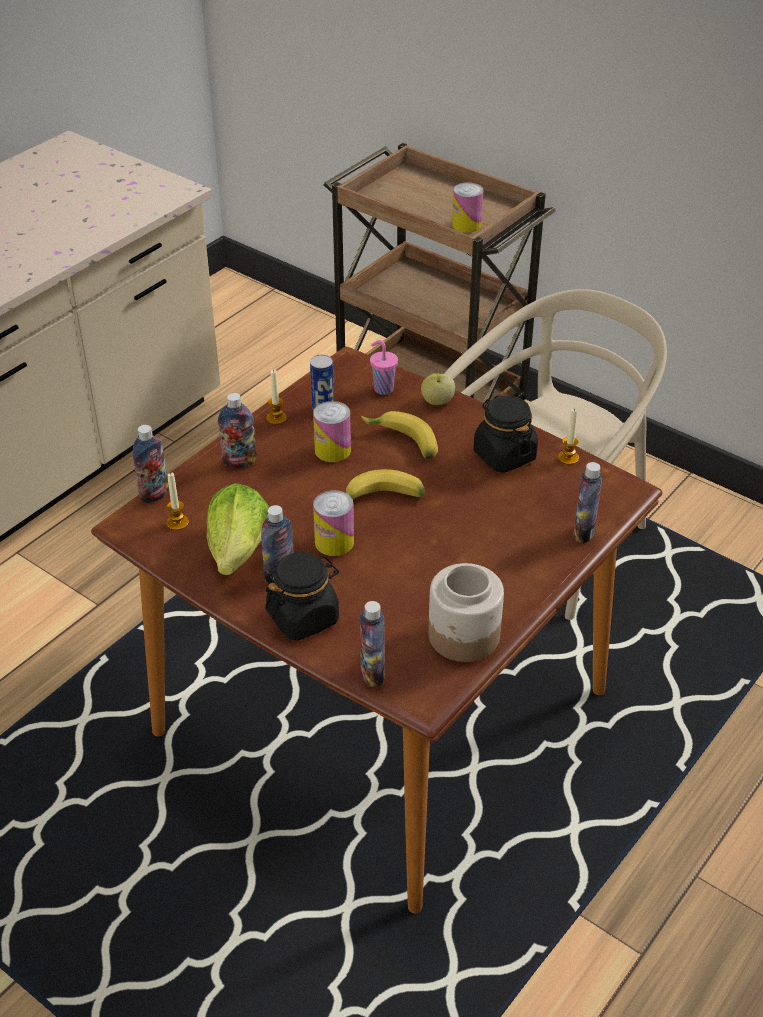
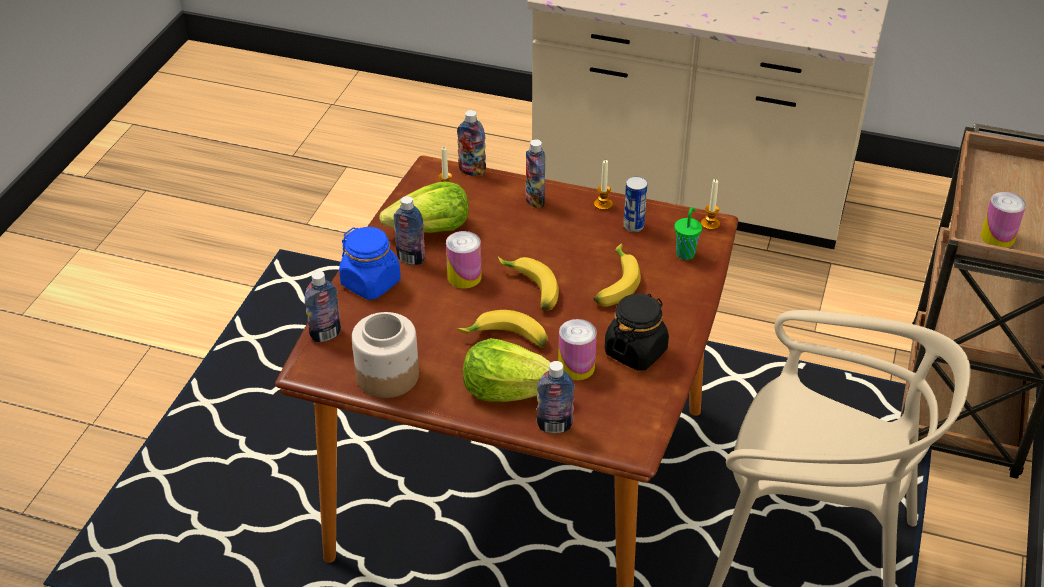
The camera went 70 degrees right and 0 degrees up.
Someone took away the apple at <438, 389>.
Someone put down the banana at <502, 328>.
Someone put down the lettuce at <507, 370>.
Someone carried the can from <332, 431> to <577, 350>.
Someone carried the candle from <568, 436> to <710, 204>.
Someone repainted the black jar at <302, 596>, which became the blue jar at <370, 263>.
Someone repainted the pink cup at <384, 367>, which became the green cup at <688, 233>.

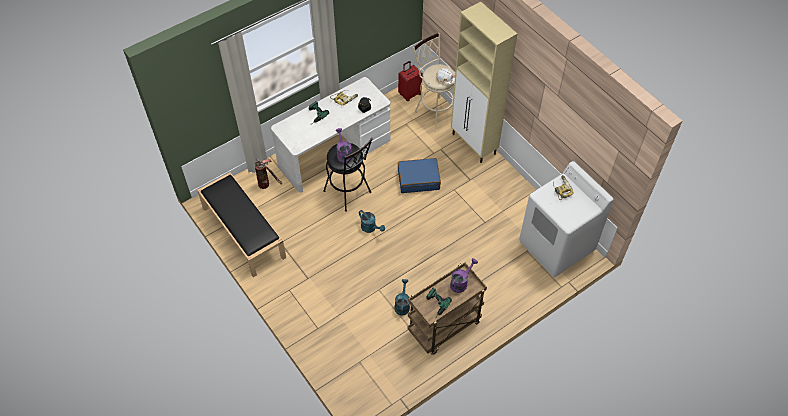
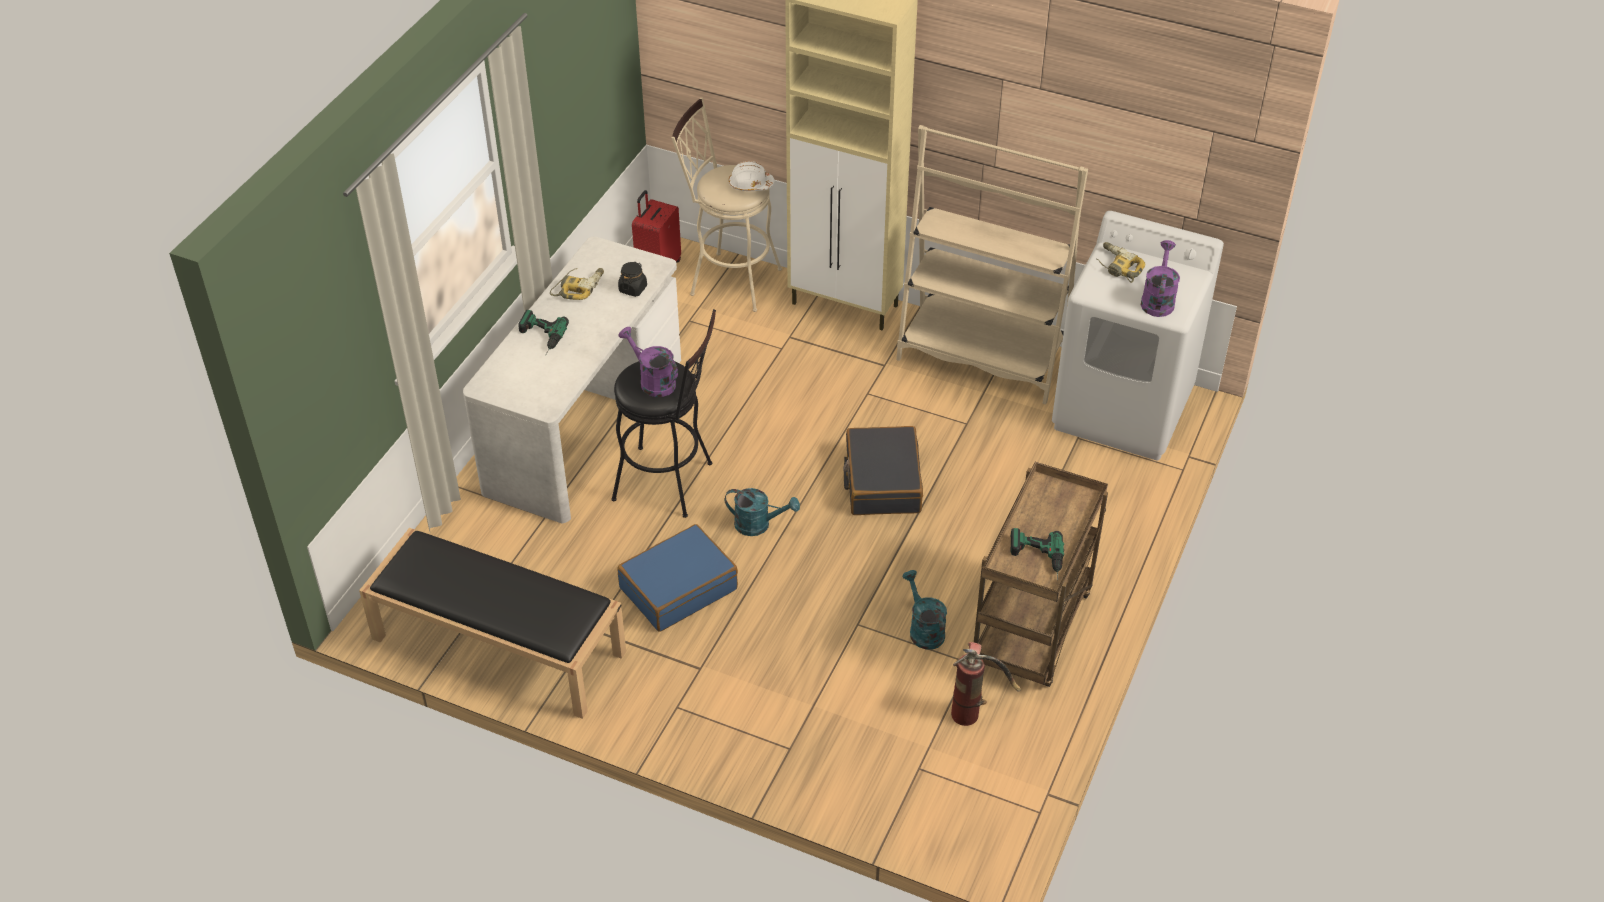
The camera went 30 degrees left and 10 degrees down.
Someone put down the black suitcase at <883, 470>.
Someone put down the beige bookcase at <992, 265>.
Someone carried the fire extinguisher from <268, 173> to <986, 684>.
Someone carried the blue suitcase from <419, 175> to <677, 578>.
Someone carried the purple watering can from <464, 275> to <1160, 278>.

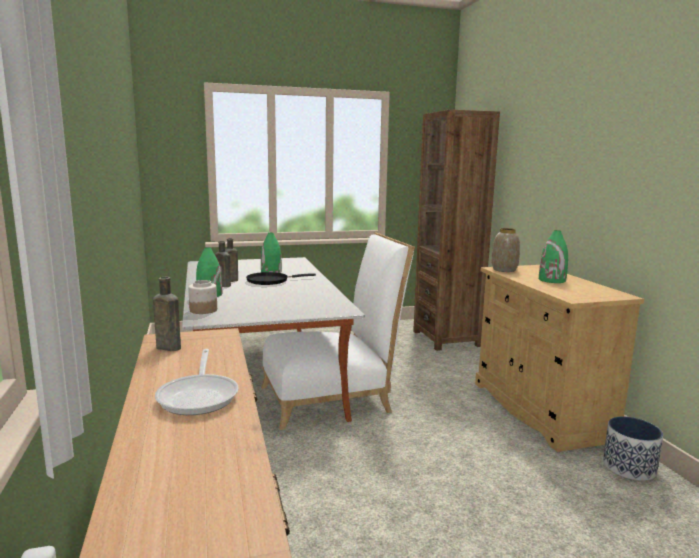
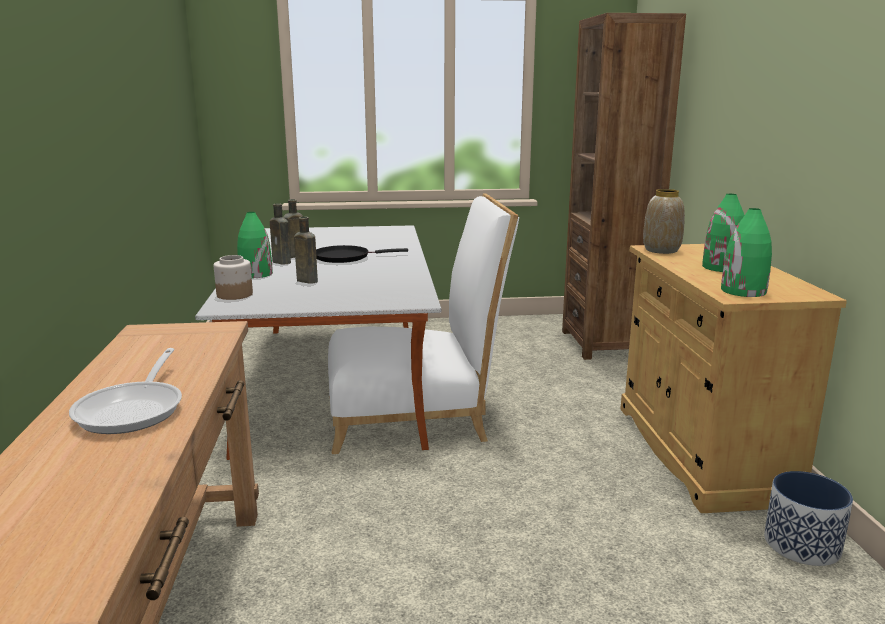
The camera went 10 degrees right and 5 degrees up.
Someone carried the brown bottle from <167, 314> to <306, 250>.
Someone carried the green vase from <271, 253> to <746, 252>.

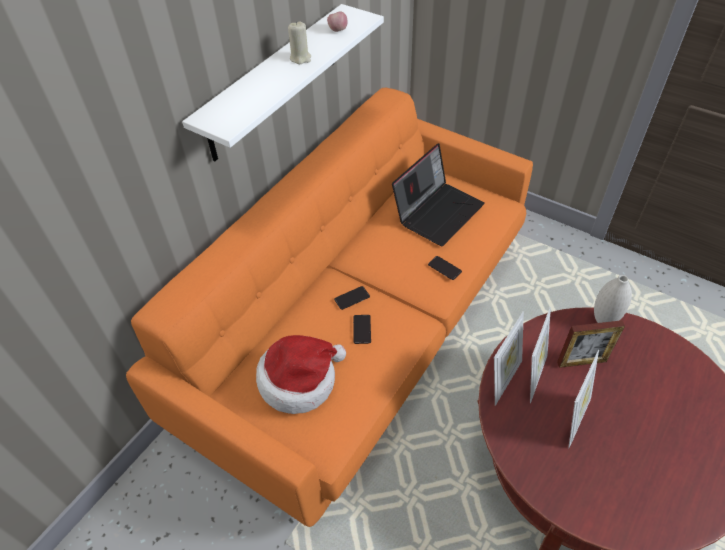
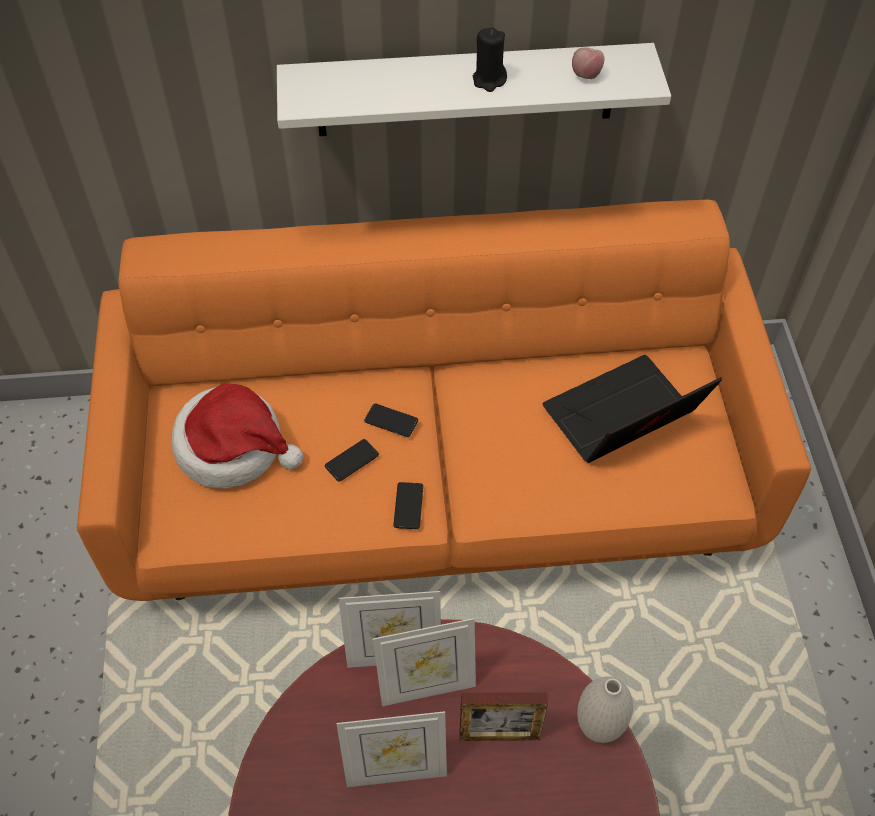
The camera went 50 degrees right and 5 degrees up.
Someone carried the phone from <445, 268> to <408, 505>.
Someone repainted the beige candle at <299, 42>, which became the black candle at <490, 60>.
Someone rotated the laptop at <438, 194> by 150 degrees clockwise.
Someone rotated the picture frame at <591, 344> by 45 degrees counterclockwise.

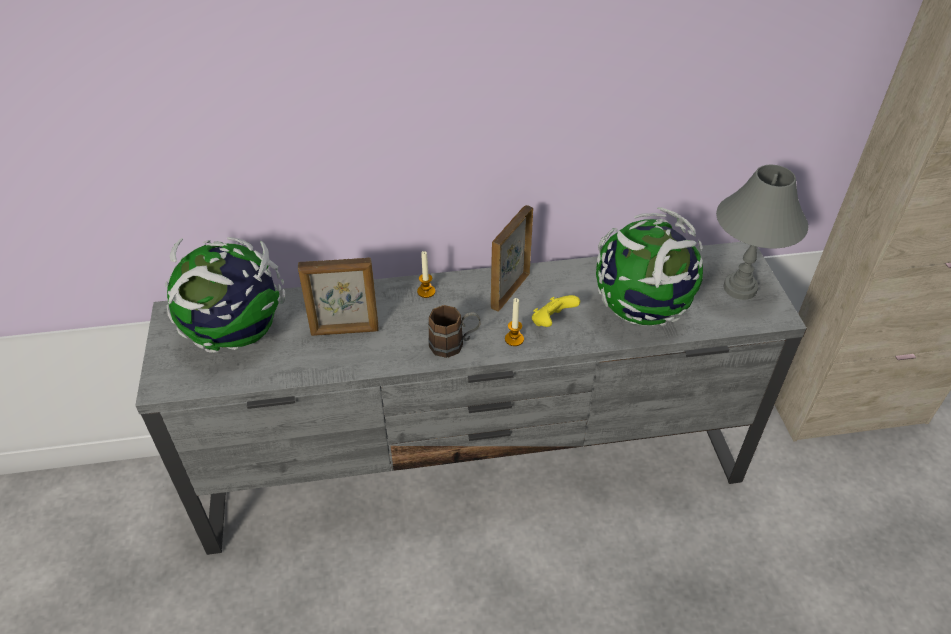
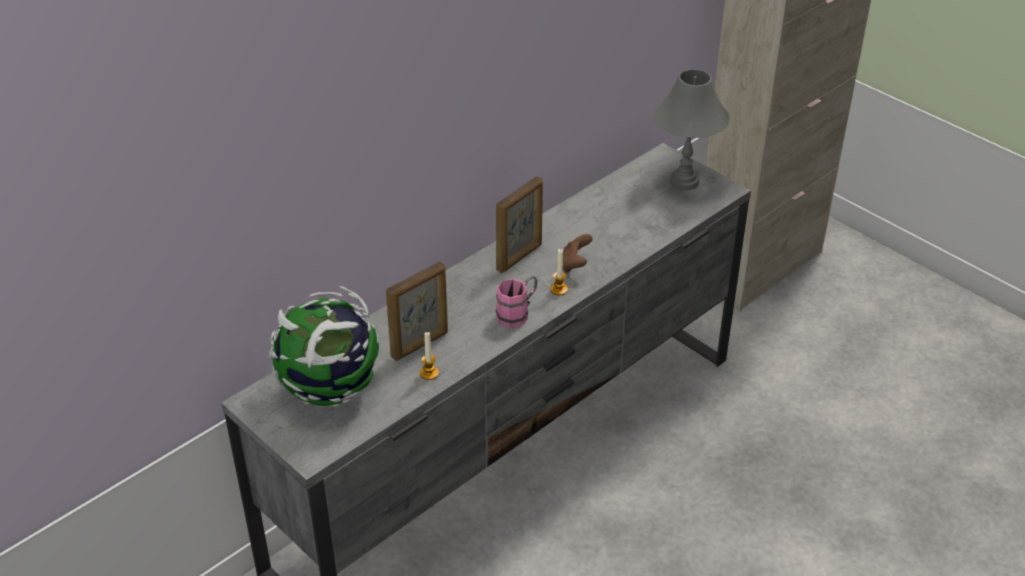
The camera went 35 degrees left and 5 degrees down.
Someone took away the globe at <649, 266>.
Someone carried the candle from <426, 274> to <429, 356>.
Someone repainted the brown mug at <454, 331>, which became the pink mug at <516, 302>.
Someone repainted the yellow game controller at <556, 311>, which became the brown game controller at <578, 253>.
Someone rotated the picture frame at <512, 258> by 135 degrees counterclockwise.

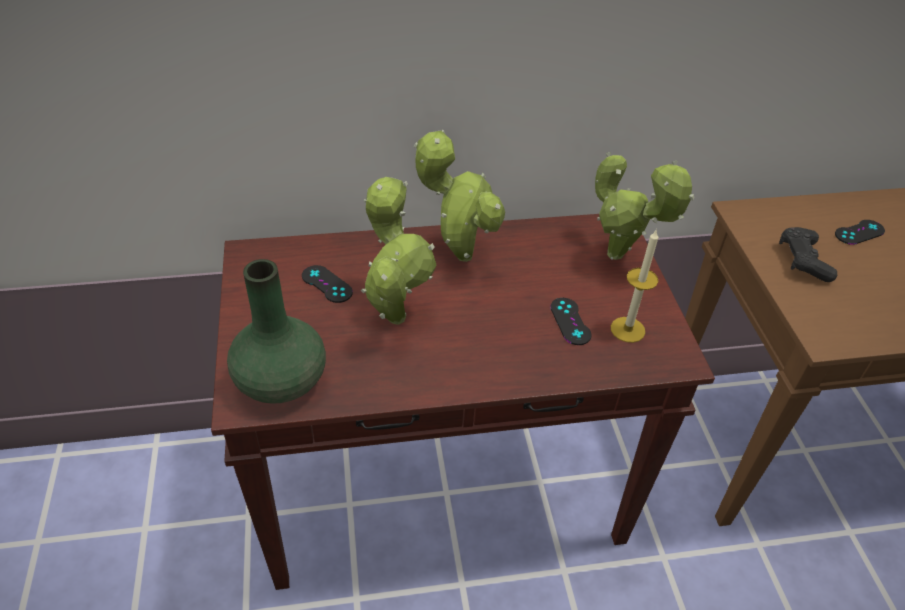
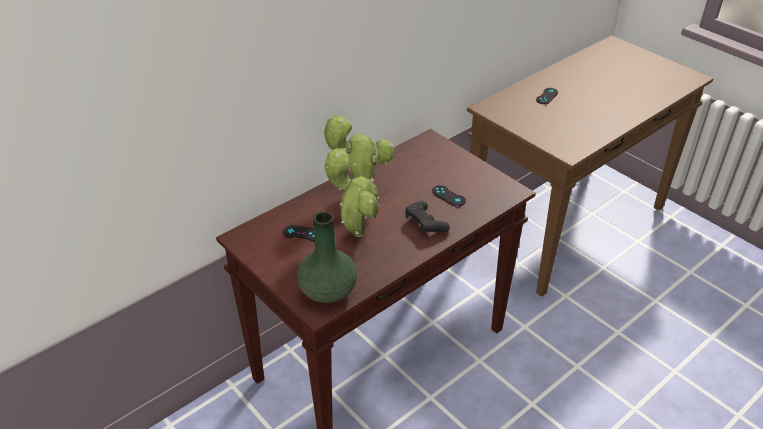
The camera went 30 degrees left and 5 degrees down.
Someone took away the potted plant at <644, 206>.
Someone took away the candle at <635, 286>.
Someone carried the black game controller from <808, 254> to <427, 217>.

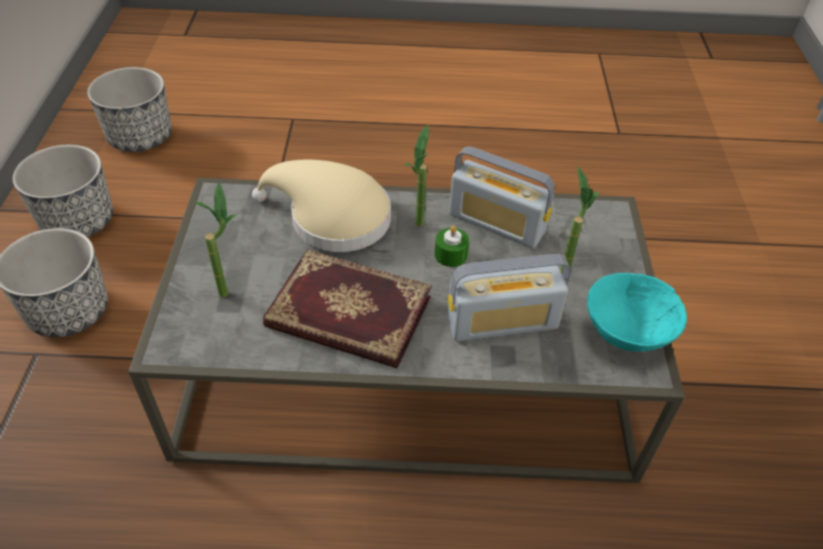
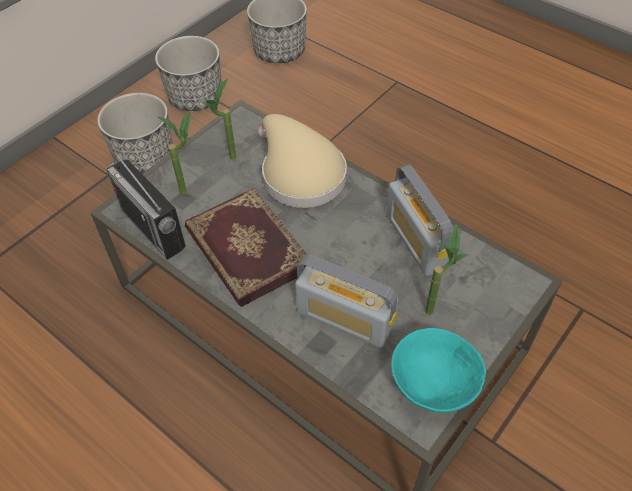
The camera went 40 degrees right and 5 degrees up.
Someone took away the green candle at <452, 246>.
Someone put down the radio at <146, 204>.
Someone carried the potted plant from <416, 176> to <219, 119>.

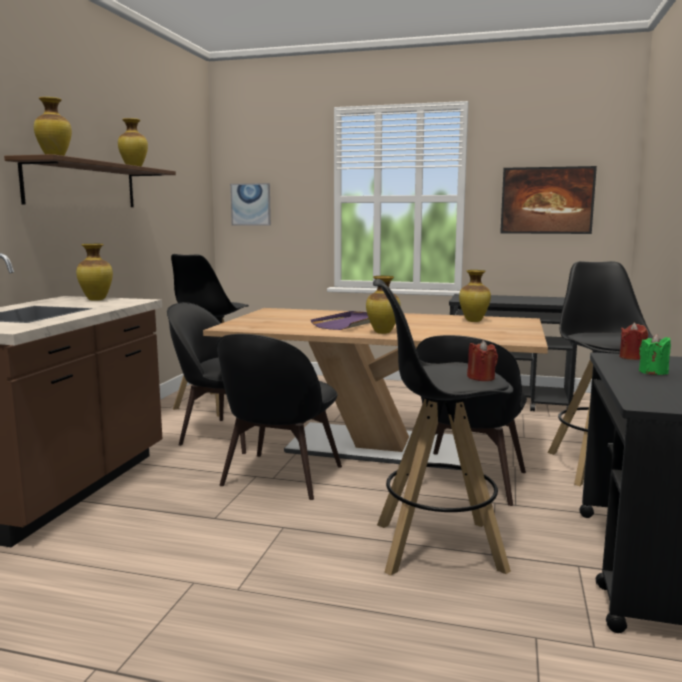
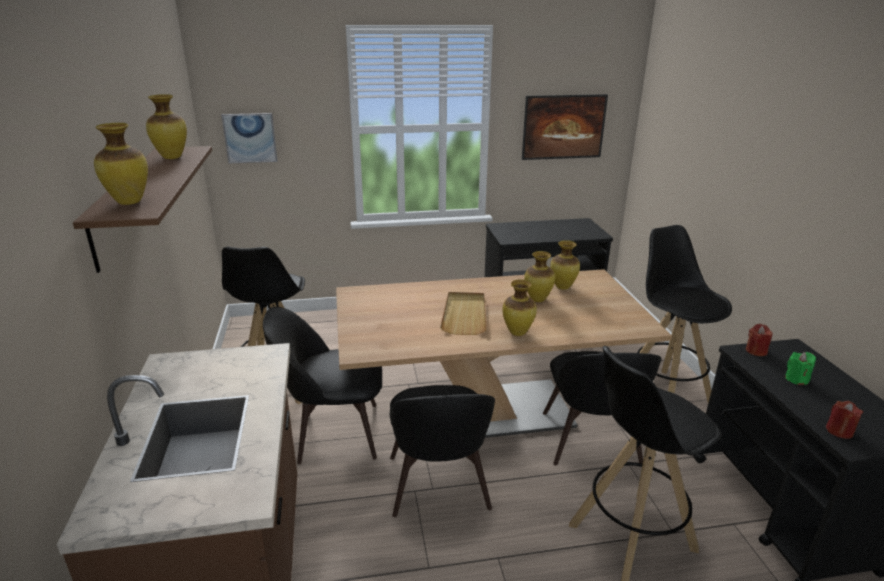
The camera went 25 degrees left and 15 degrees up.
Someone carried the vase from <94, 272> to <539, 276>.
Someone carried the red candle from <482, 360> to <844, 420>.
Someone repainted the purple tray at <340, 320>, which became the beige tray at <463, 313>.

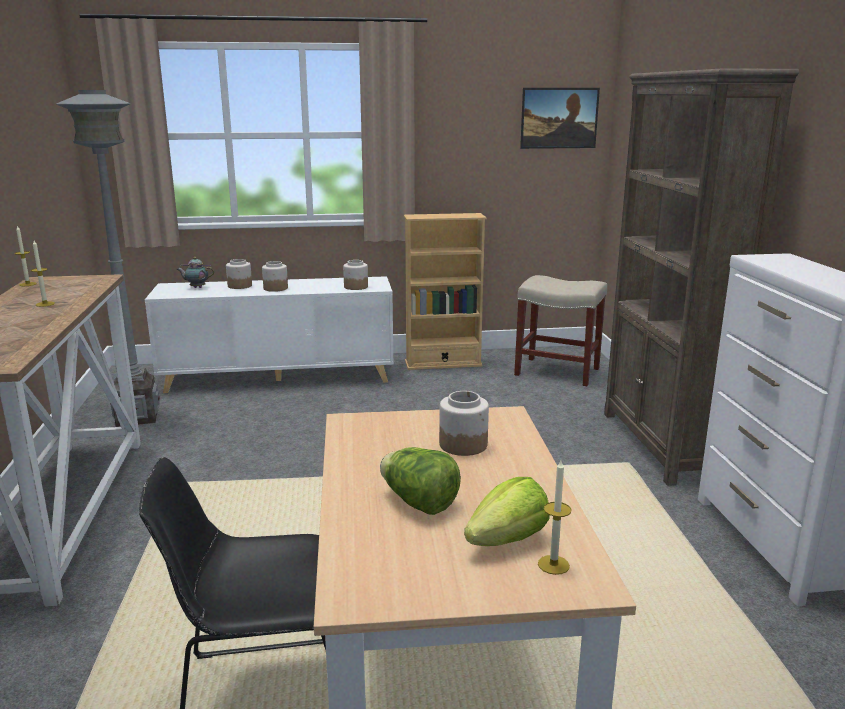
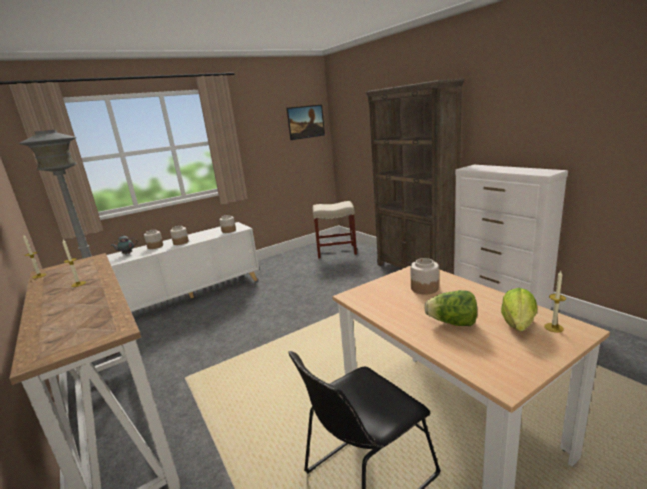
The camera went 25 degrees left and 0 degrees up.
Someone took away the beige bookcase at <445, 291>.

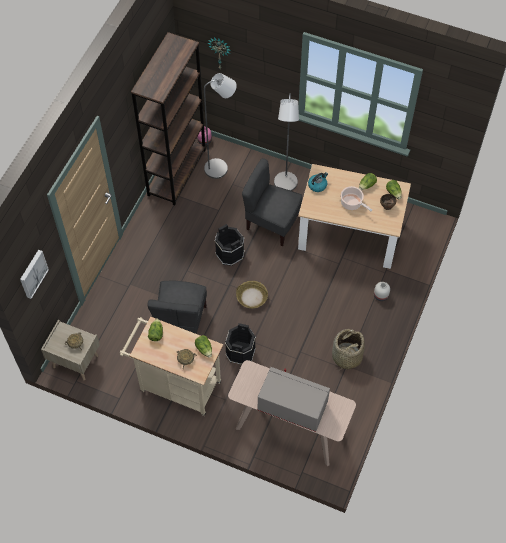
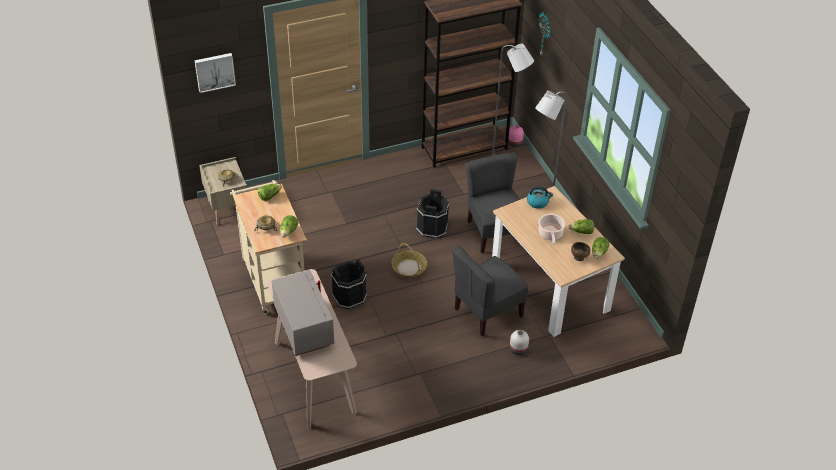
The camera went 45 degrees right and 15 degrees down.
Someone took away the basket at <348, 349>.
Someone carried the grey chair from <177, 307> to <490, 291>.

